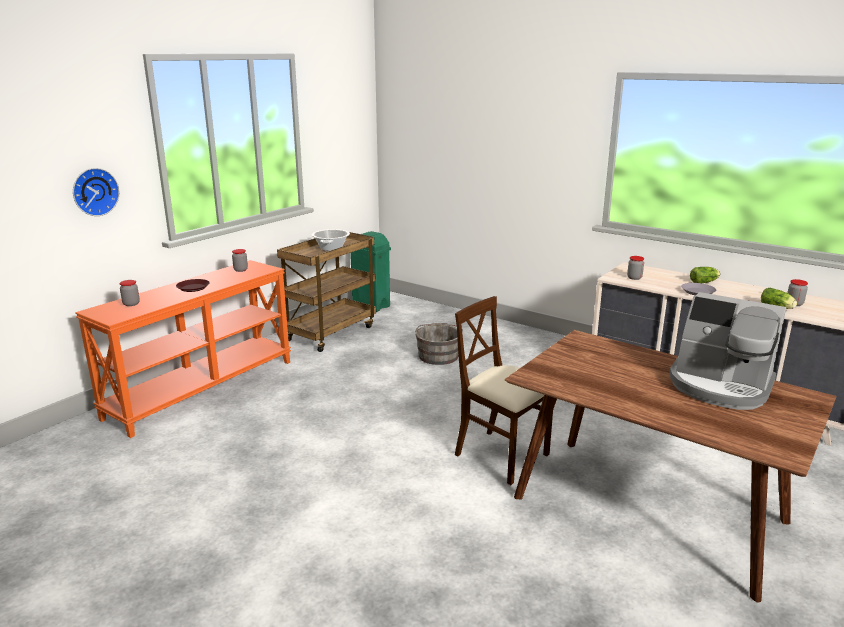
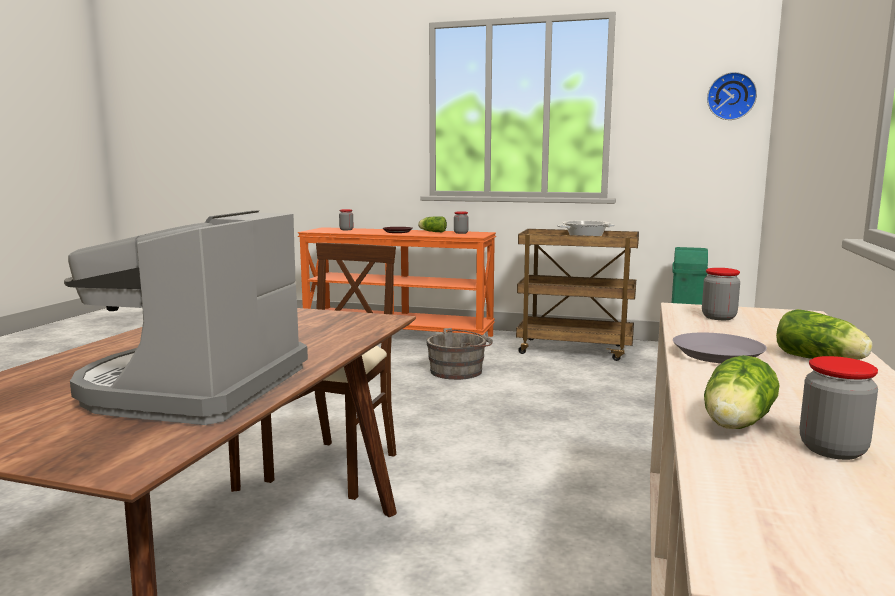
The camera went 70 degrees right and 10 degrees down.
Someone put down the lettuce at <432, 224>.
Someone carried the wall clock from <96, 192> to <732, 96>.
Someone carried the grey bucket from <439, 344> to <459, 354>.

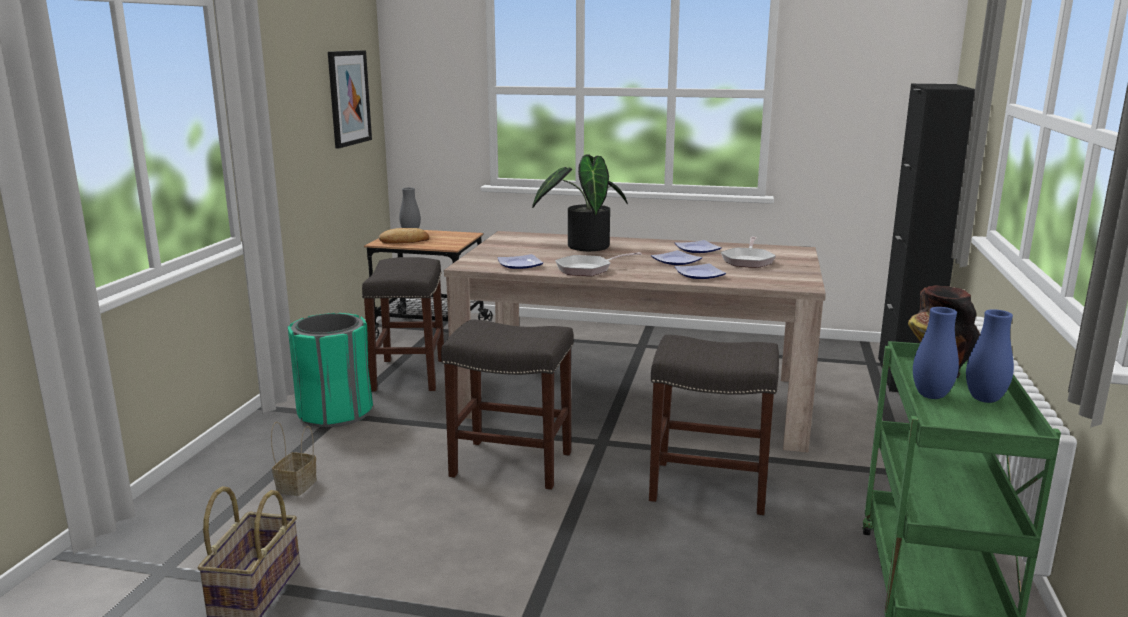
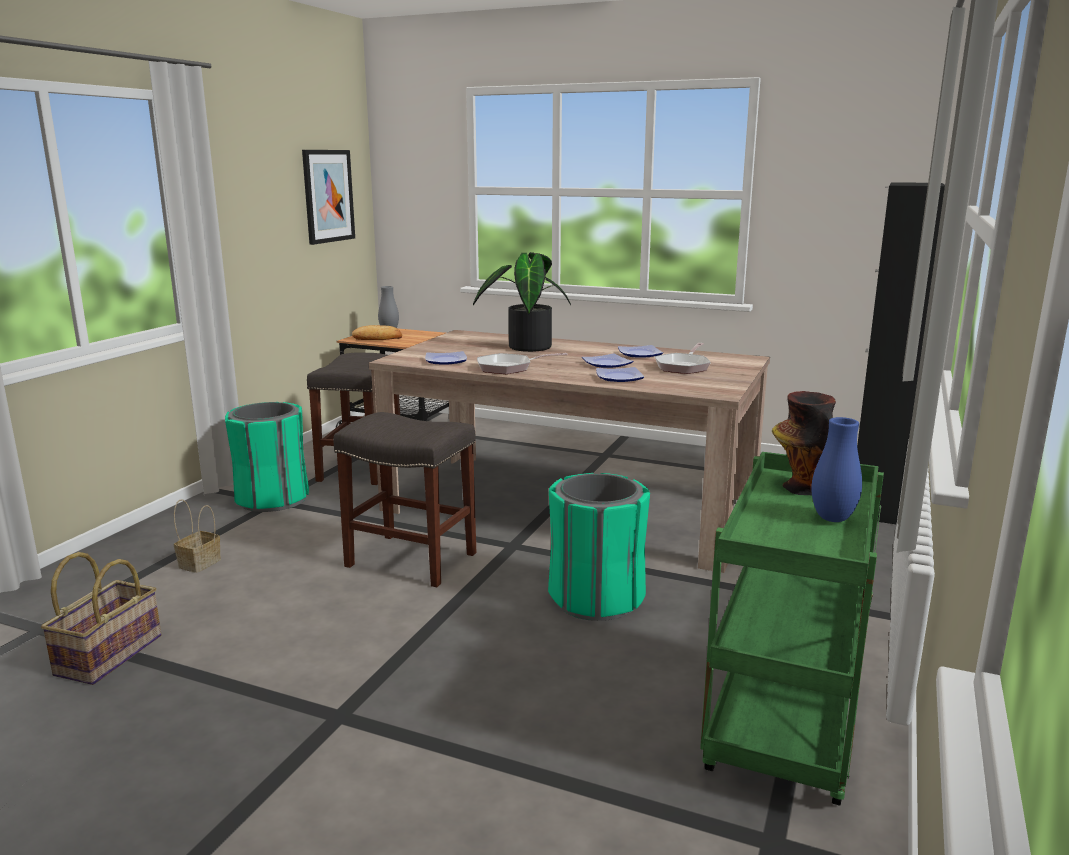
The camera went 10 degrees right and 0 degrees up.
Someone took away the blue vase at <936, 353>.
Someone swapped the grey stool at <714, 425> for the green trash can at <599, 547>.

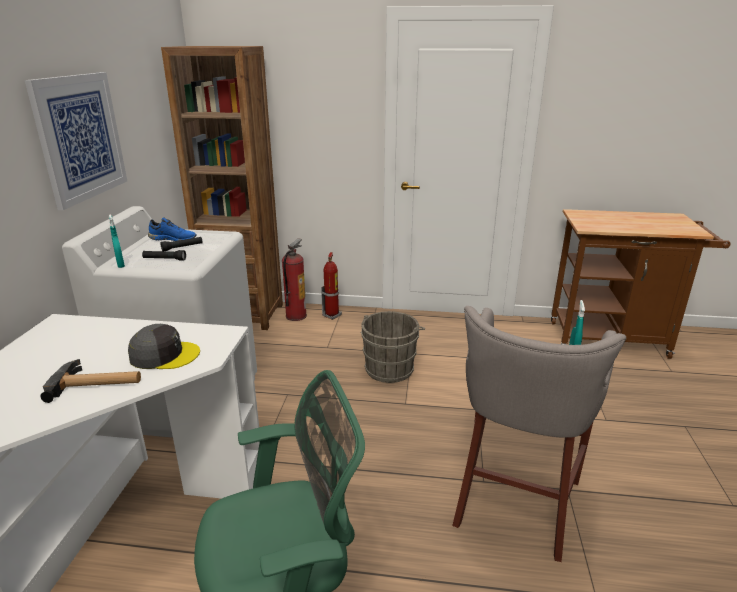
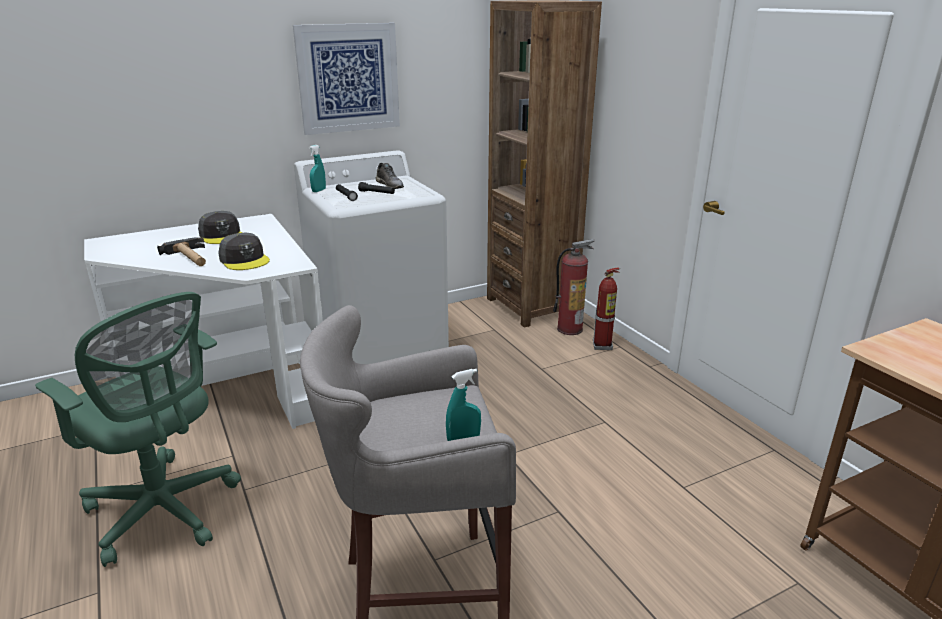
The camera went 55 degrees right and 0 degrees up.
Someone took away the grey bucket at <392, 347>.
Someone put down the grey cap at <220, 227>.
Someone repainted the blue shoe at <172, 229>, which became the grey shoe at <390, 176>.

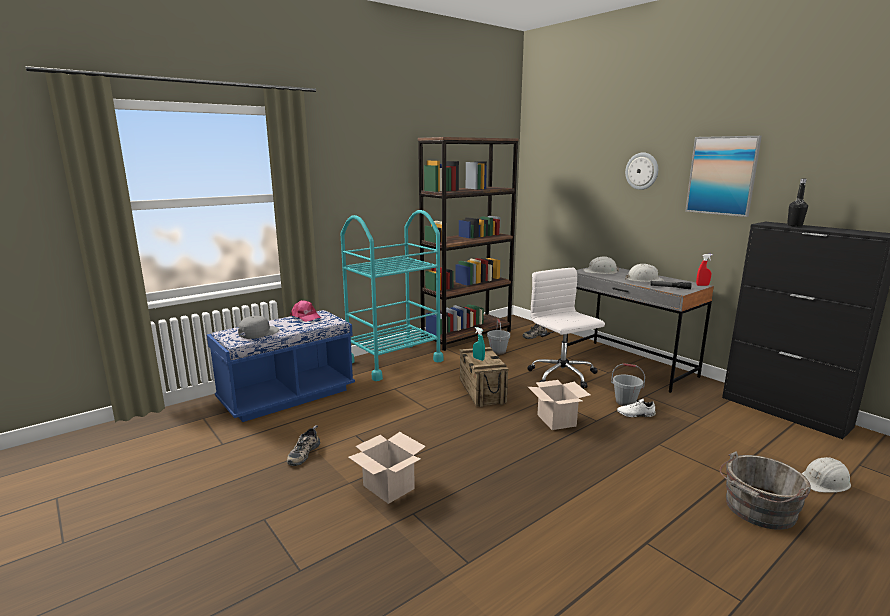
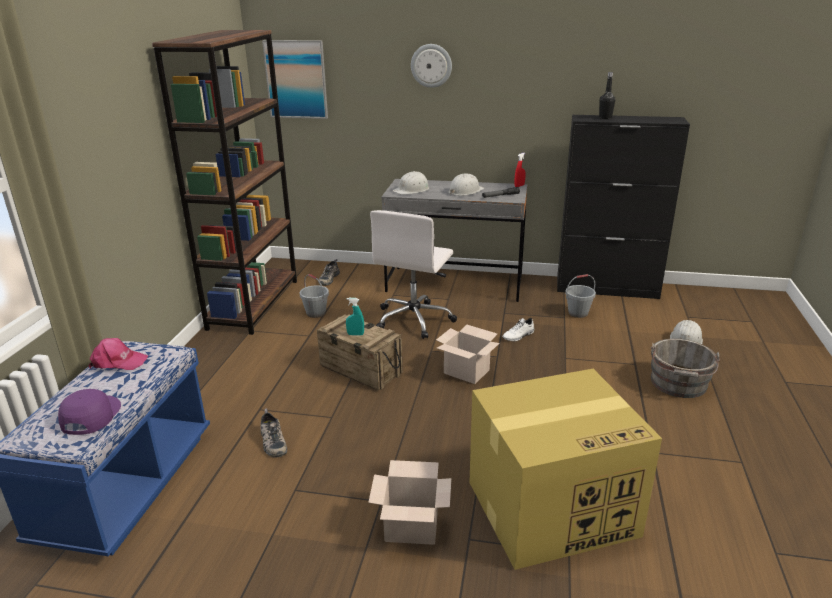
The camera went 40 degrees left and 10 degrees up.
Someone took away the turquoise cart at <392, 295>.
Someone put down the cardboard box at <565, 469>.
Someone carried the shoe from <303, 445> to <274, 433>.
Someone carried the grey bucket from <628, 384> to <580, 296>.
Someone carried the picture from <723, 176> to <295, 79>.
Someone repainted the grey cap at <258, 327>, which became the purple cap at <89, 412>.
Someone rotated the white office chair at <566, 328> by 90 degrees counterclockwise.

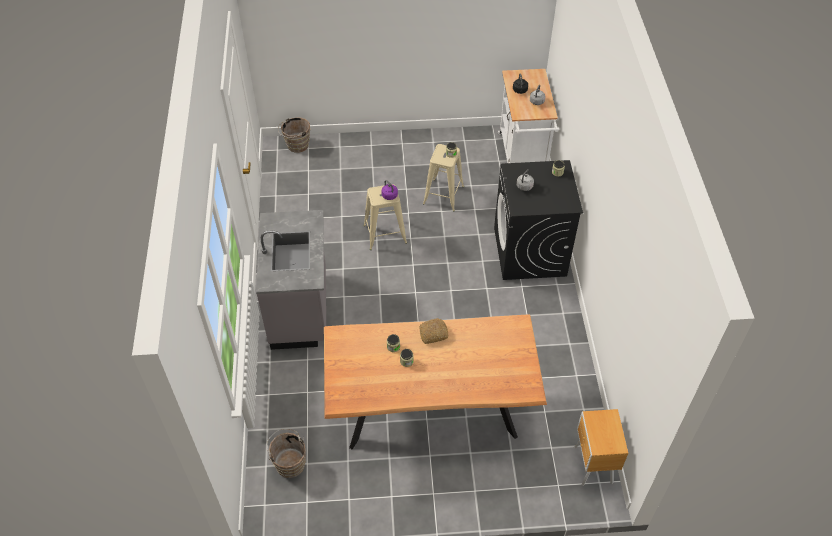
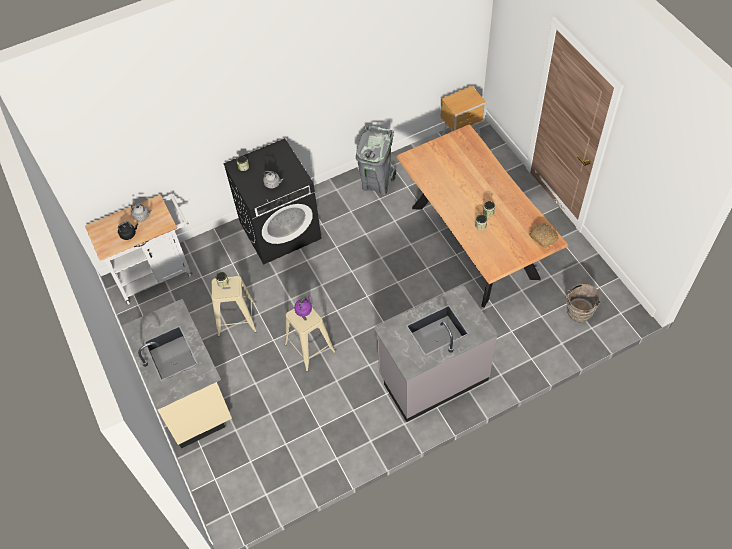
The camera went 110 degrees left and 5 degrees up.
Someone took away the brown bucket at <294, 135>.
Someone put down the beige counter at <177, 373>.
Someone put down the grey trash can at <376, 160>.
Someone carried the bread from <433, 331> to <543, 235>.

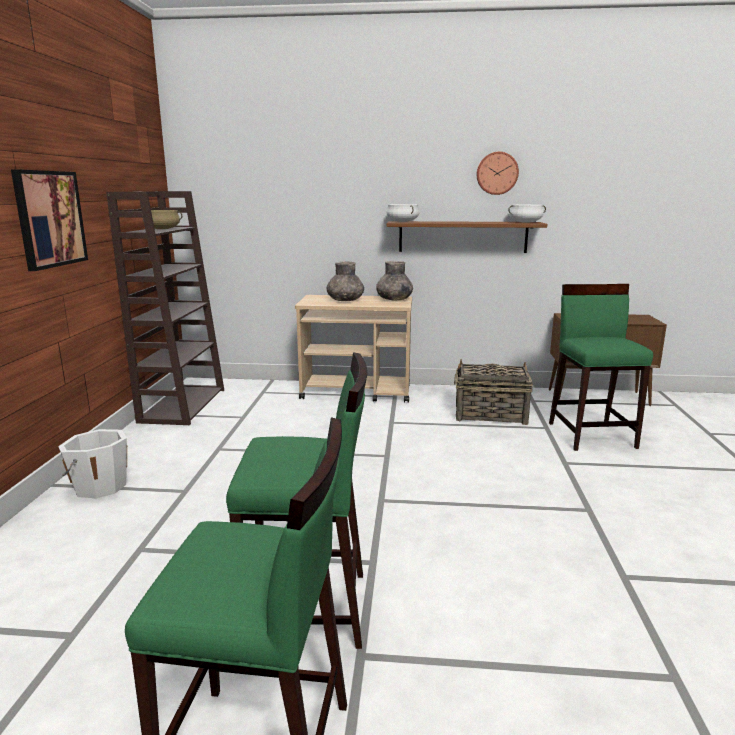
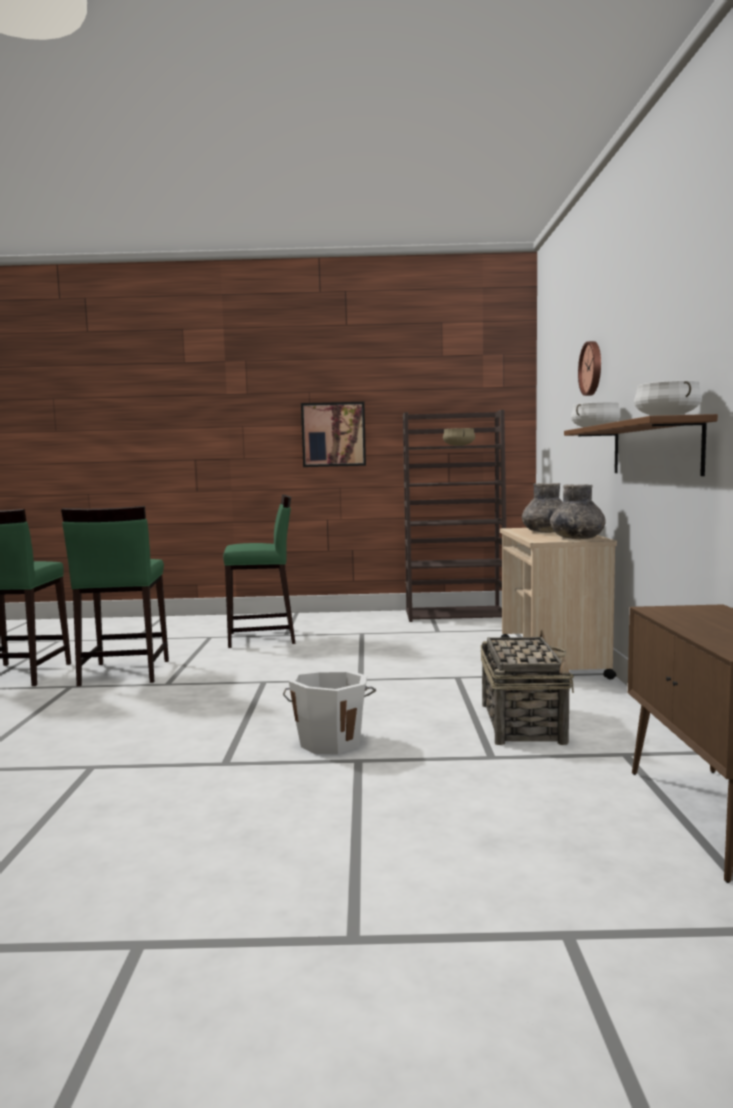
The camera went 85 degrees right and 10 degrees down.
Someone carried the white bucket from <92, 463> to <330, 712>.
Someone carried the wall clock from <498, 173> to <589, 368>.
Someone carried the green stool from <601, 367> to <259, 571>.

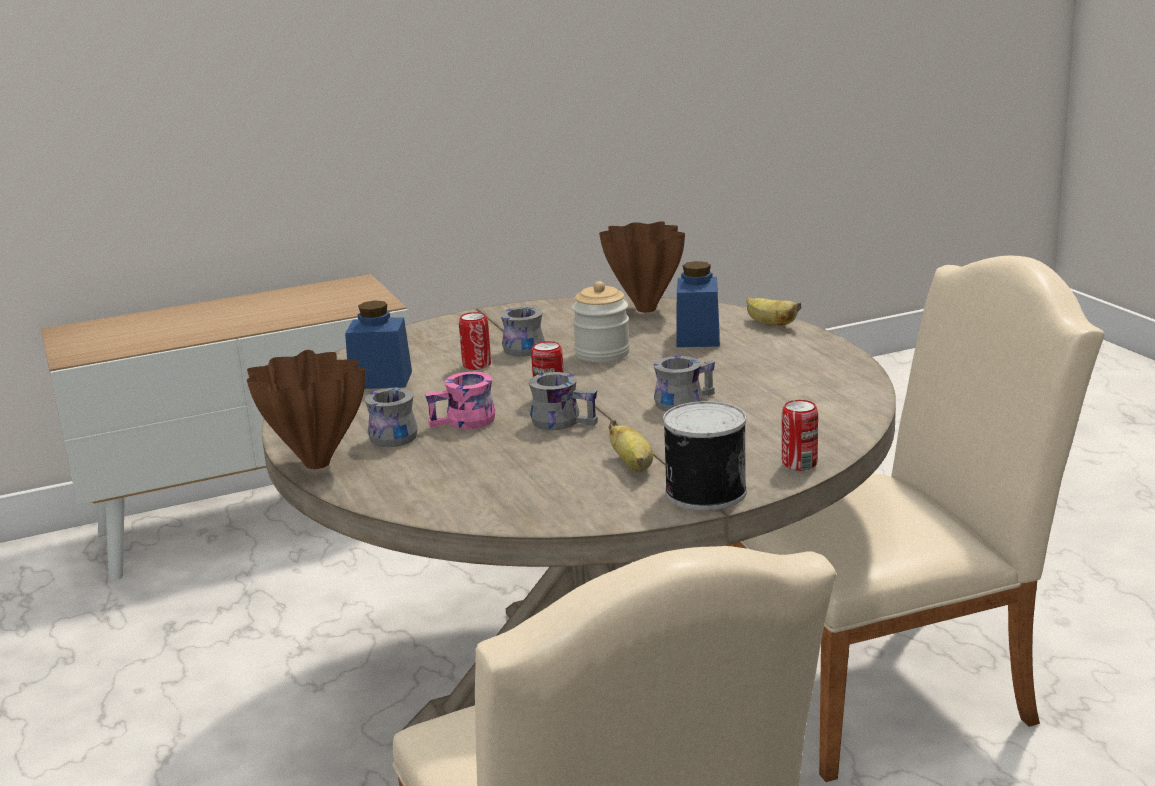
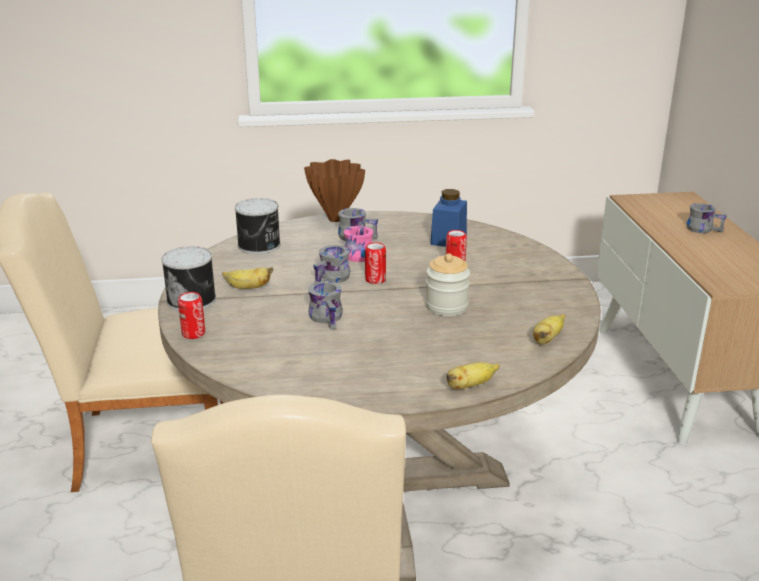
The camera went 105 degrees right and 5 degrees up.
Someone took away the blue jar at <698, 304>.
Someone put down the can at <258, 226>.
Someone carried the grey mug from <522, 332> to <707, 218>.
Someone swapped the brown vase at <642, 266> for the banana at <549, 329>.

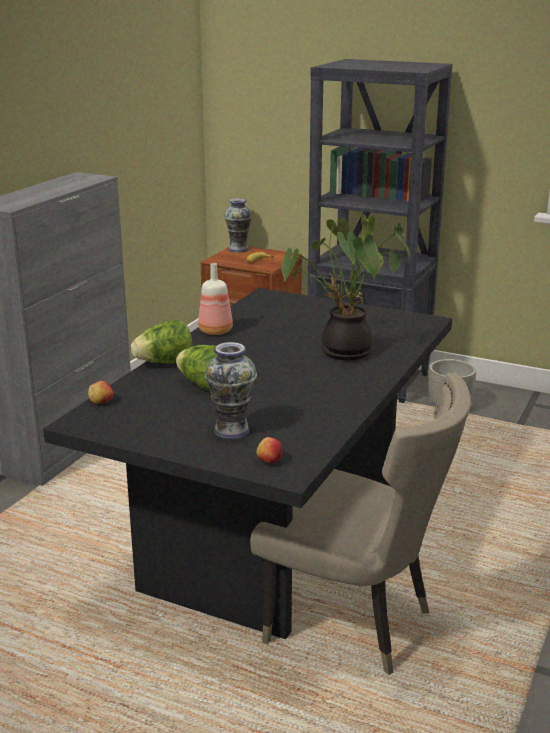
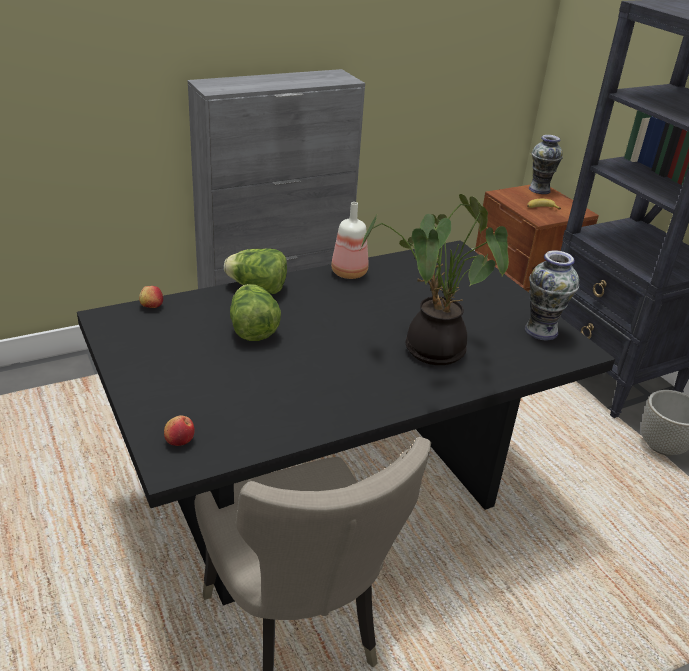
The camera went 35 degrees right and 10 degrees up.
Someone carried the vase from <231, 391> to <551, 295>.

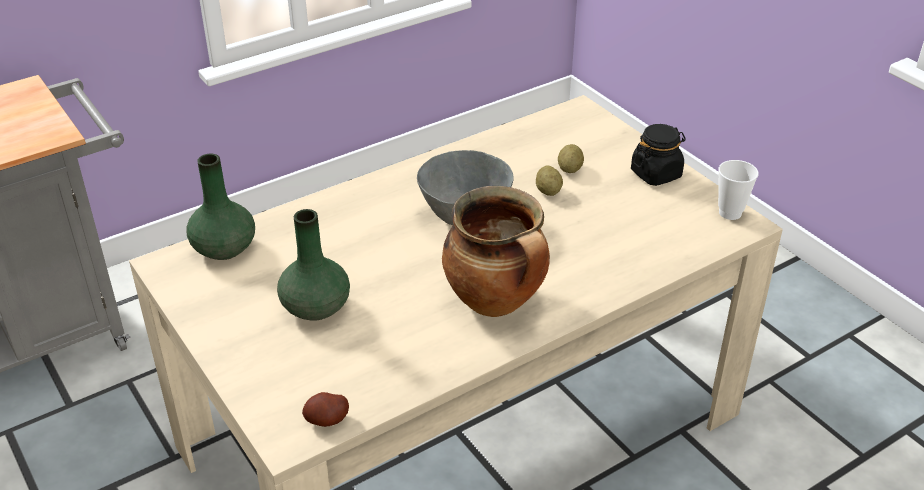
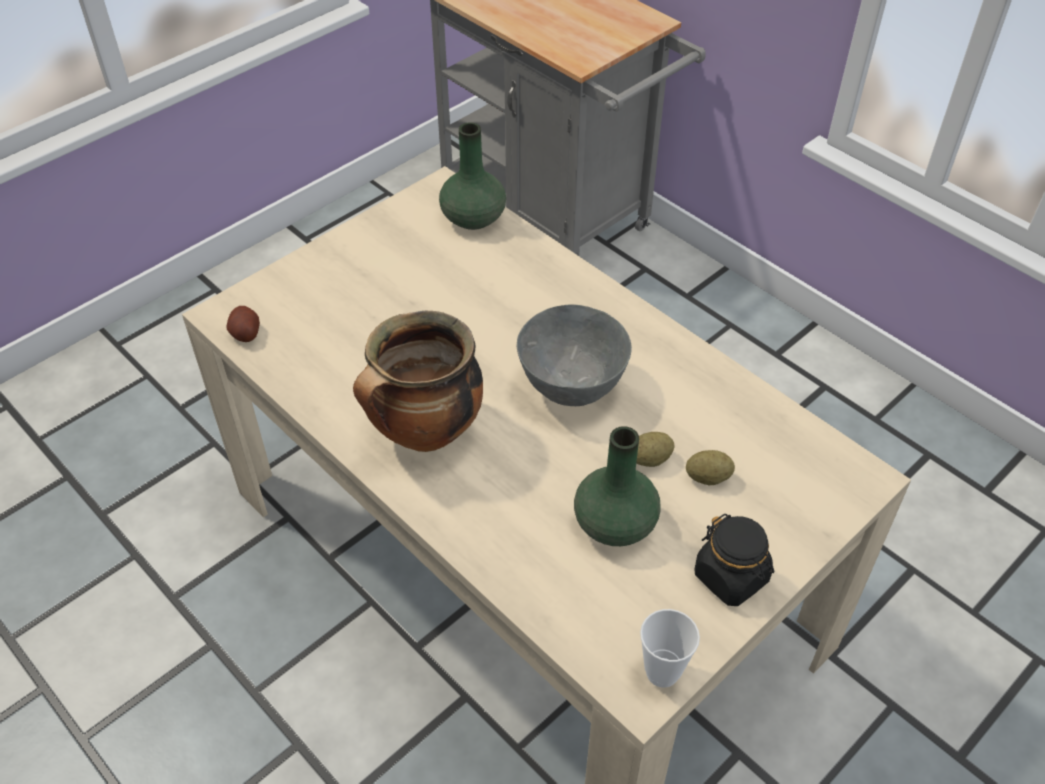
The camera went 80 degrees right and 10 degrees up.
Someone carried the green vase from <313, 265> to <617, 486>.

